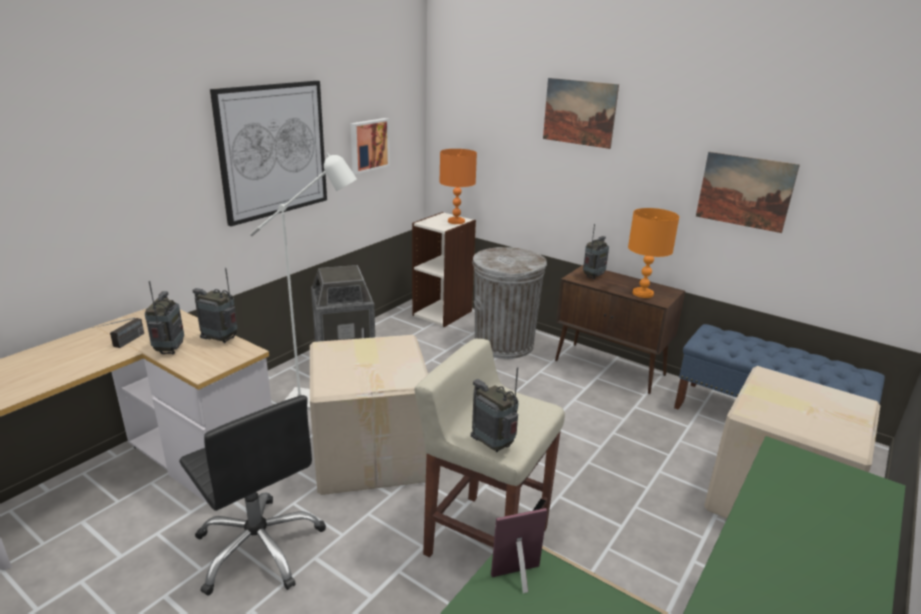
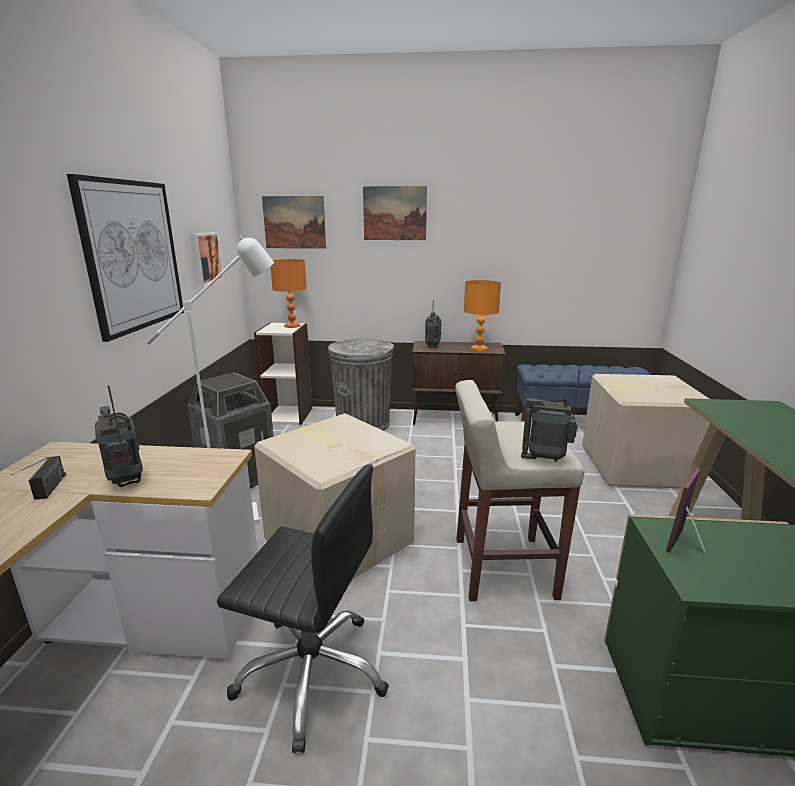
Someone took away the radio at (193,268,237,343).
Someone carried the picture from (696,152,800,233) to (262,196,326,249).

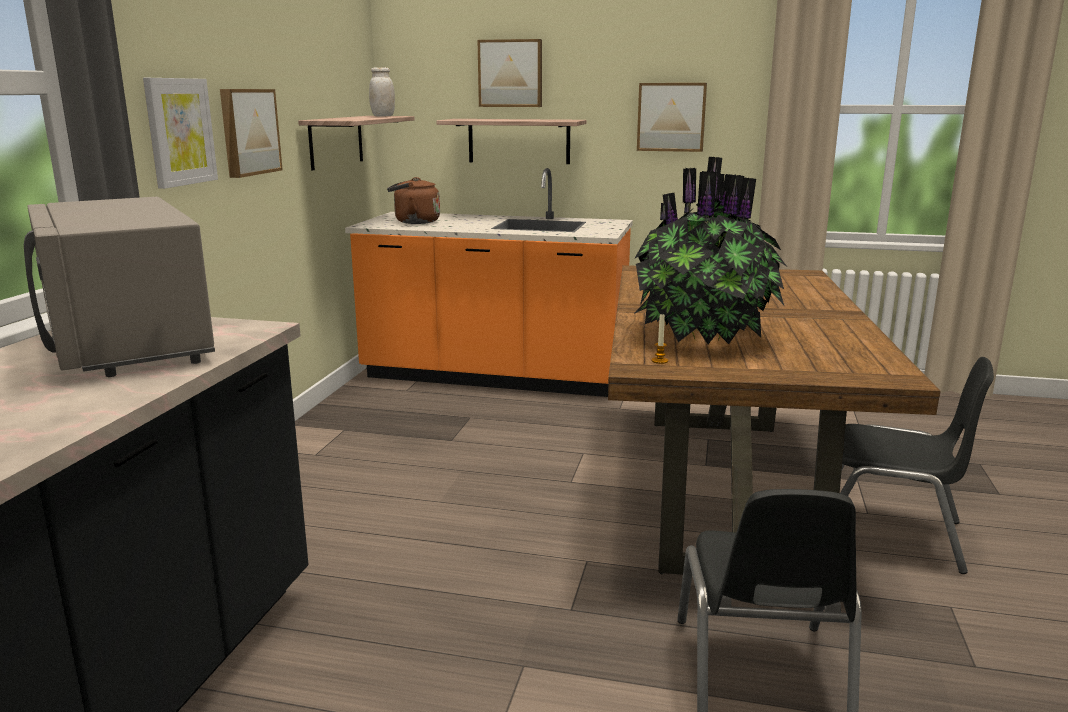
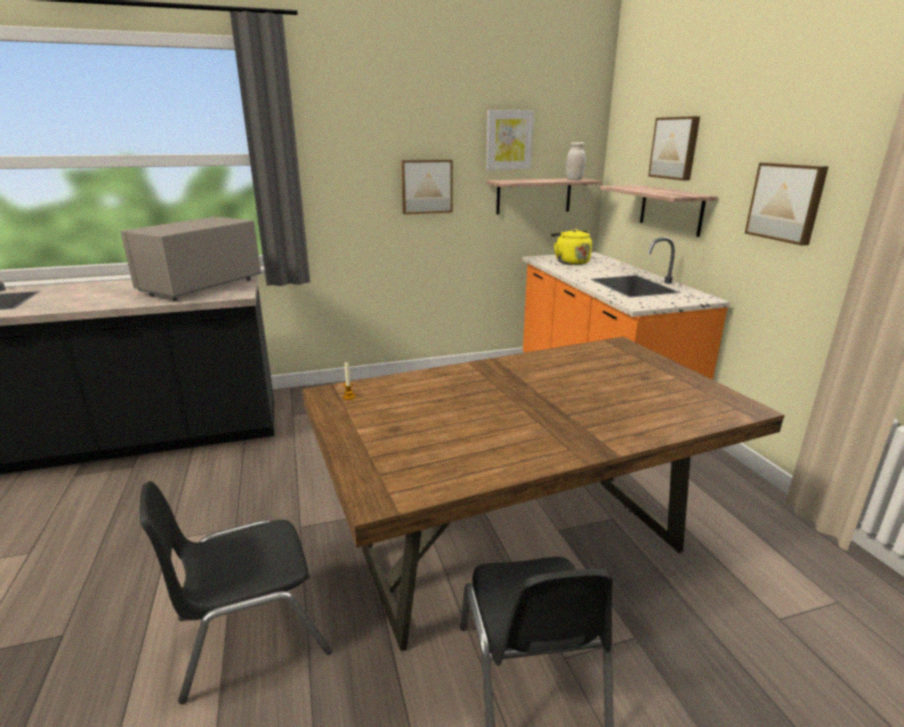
Someone took away the potted plant at (634,157,787,344).
Someone carried the picture from (143,78,218,189) to (486,110,534,170).
Someone repainted the kettle in brown at (387,177,440,224), which became the kettle in yellow at (551,229,592,265).

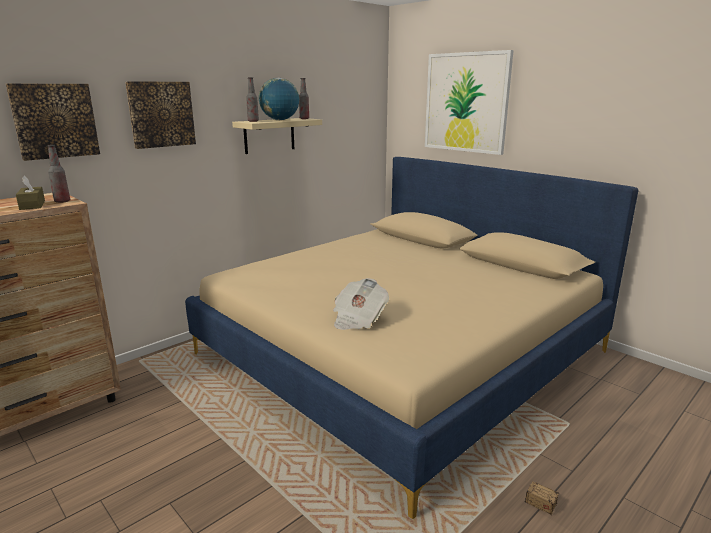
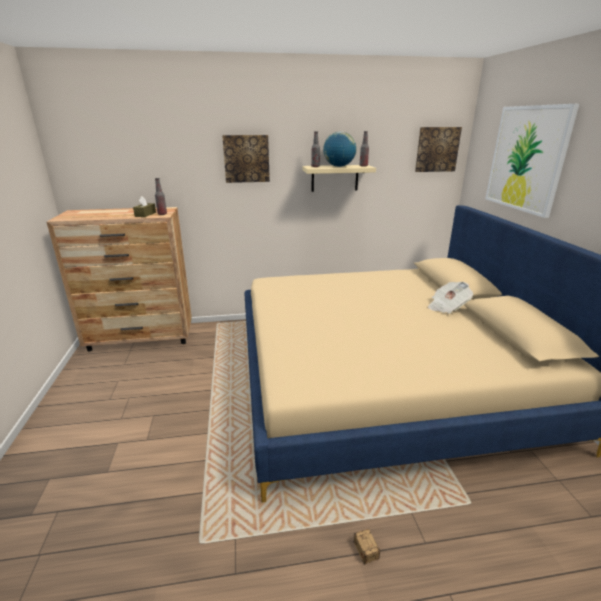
Someone carried the picture from (6,84,100,161) to (415,127,462,172).
Someone carried the newspaper from (333,278,389,330) to (428,282,473,314).

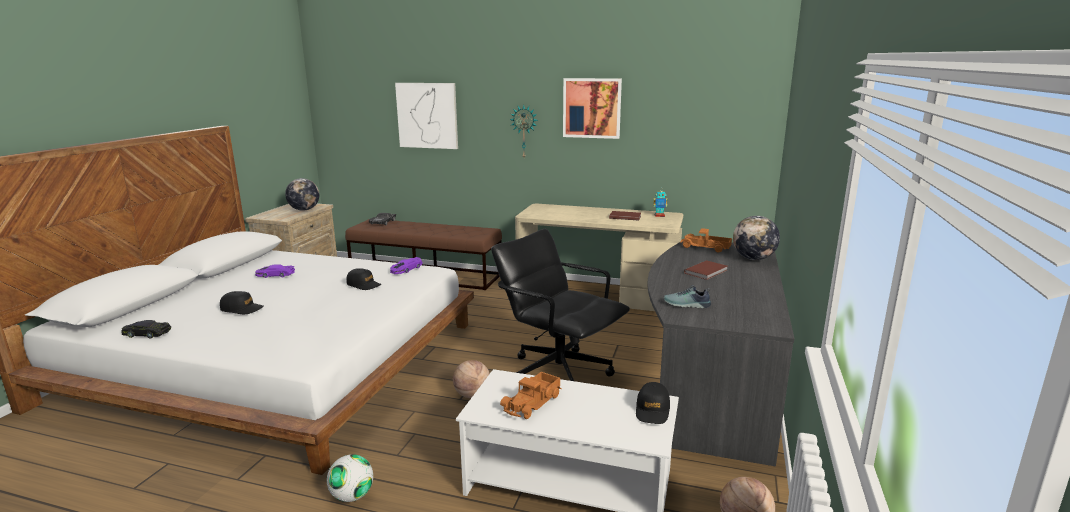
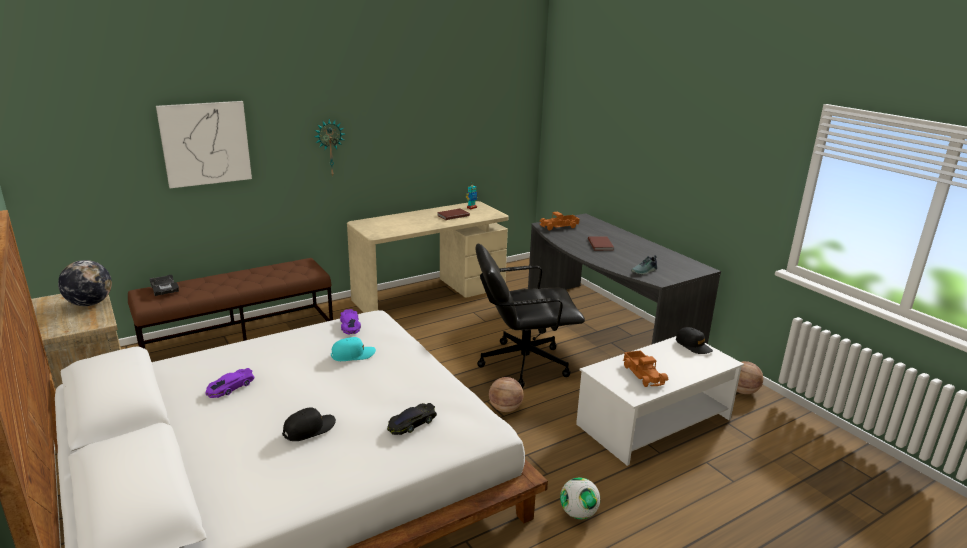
Someone took away the picture at (563,78,622,139).
Someone took away the globe at (733,216,780,260).
Someone carried the toy car in black from (122,320,171,339) to (387,403,437,435).
Someone repainted the cap in black at (346,268,381,290), which became the cap in turquoise at (331,337,376,361).

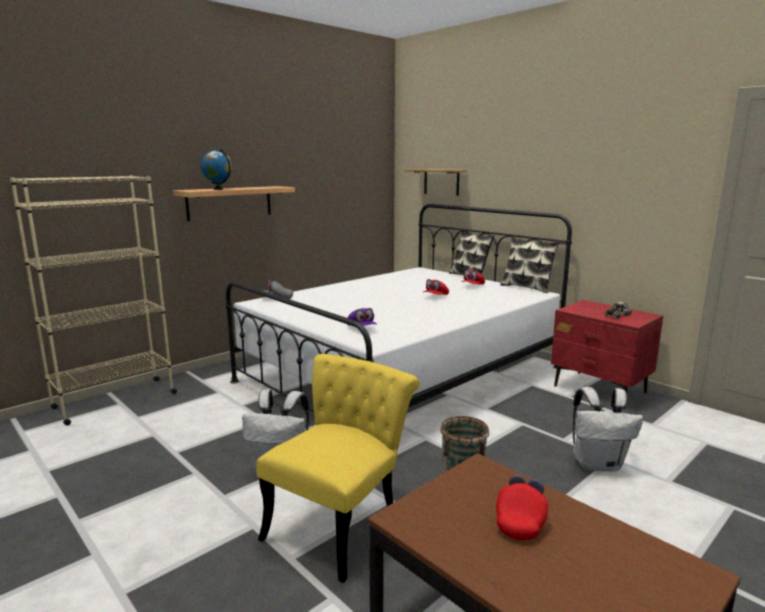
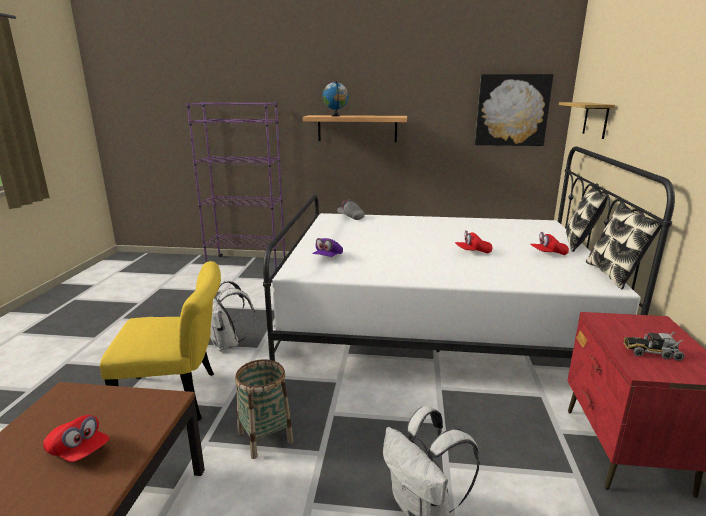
Someone put up the picture at (475,74,554,146).
Someone repainted the bookcase in beige at (10,175,177,426), which became the bookcase in purple at (186,102,287,270).
Someone rotated the cap in red at (496,475,548,540) by 45 degrees clockwise.

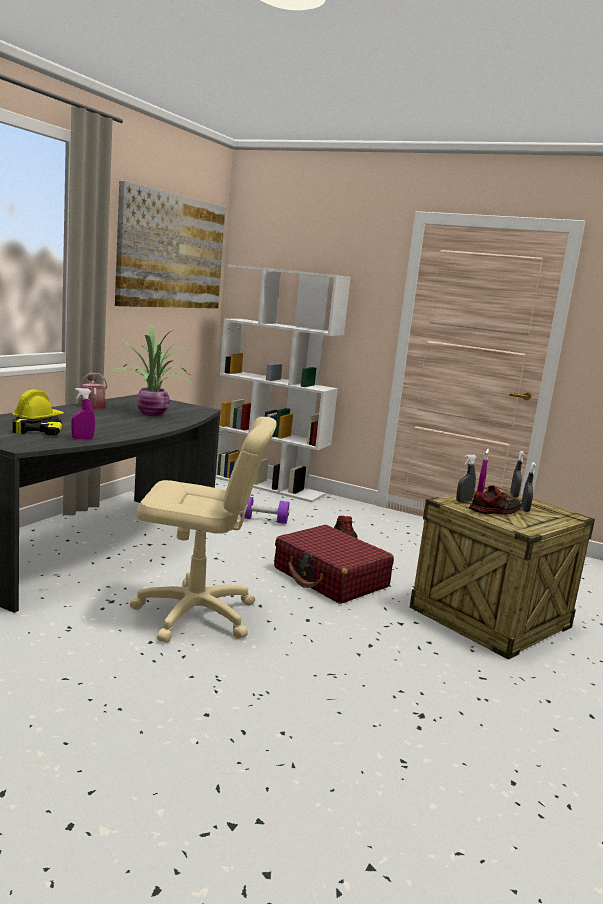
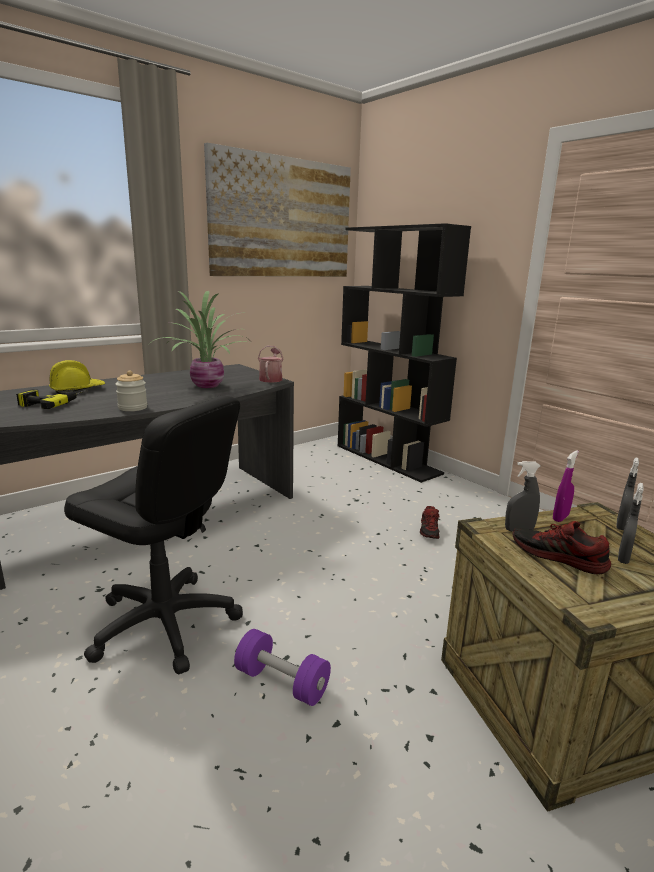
Someone took away the spray bottle in purple at (71,388,95,439).
Someone took away the suitcase in red at (274,525,394,604).
Someone put down the jar at (115,371,147,411).
Someone carried the watering can from (80,373,107,409) to (258,346,284,383).
Someone carried the dumbbell in purple from (240,497,289,524) to (234,629,331,706).
Someone repainted the office chair in beige at (130,417,277,643), which became the office chair in black at (64,396,243,675).
Someone repainted the bookcase in white at (216,265,351,503), which became the bookcase in black at (338,223,471,483).
Someone rotated the shoe at (469,485,521,515) by 150 degrees counterclockwise.

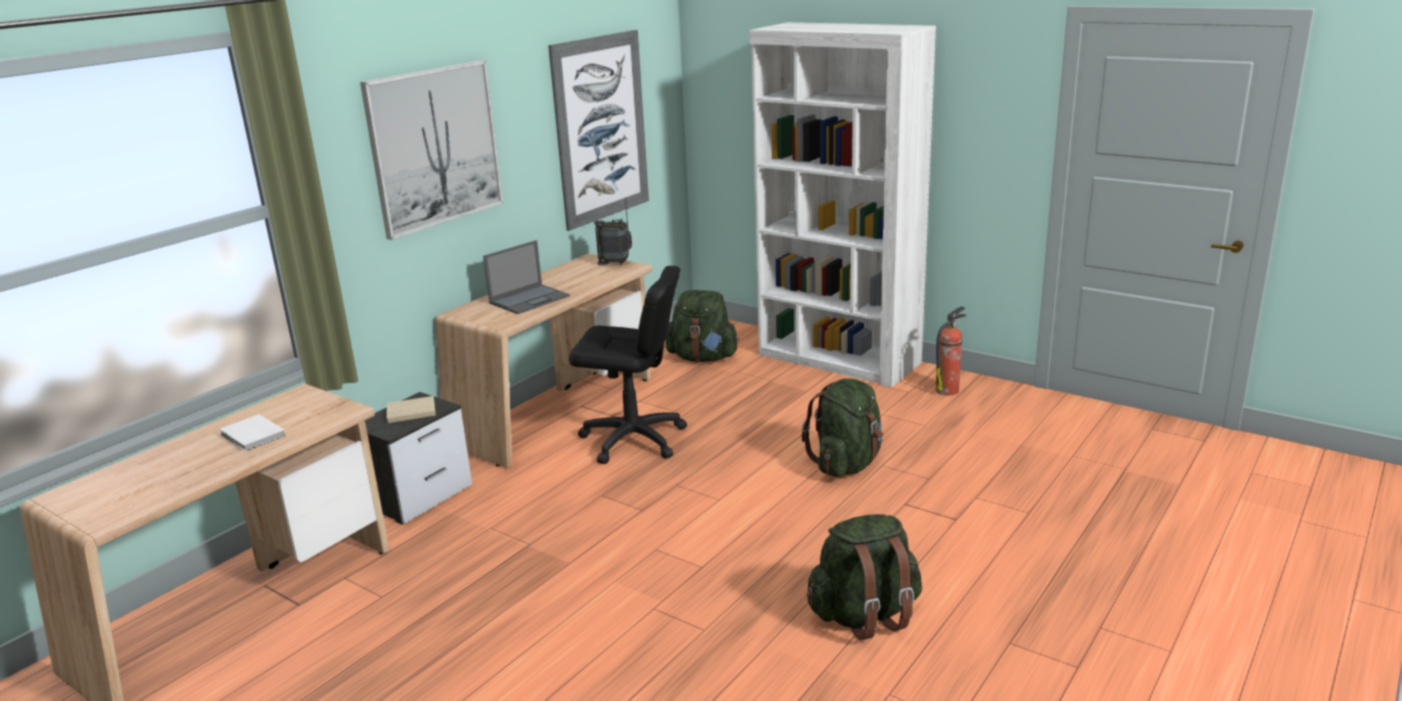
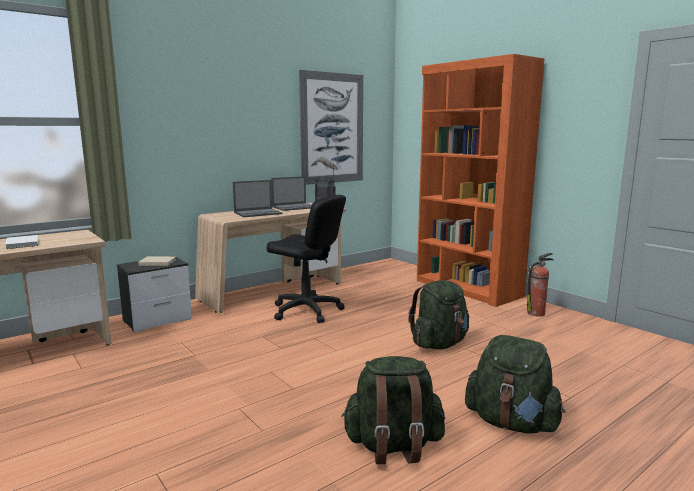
Someone took away the picture at (360,60,503,240).
Someone put down the laptop at (271,176,312,211).
Someone carried the backpack in green from (666,290,739,362) to (465,335,565,434).
Someone repainted the bookcase in white at (749,22,936,388), which became the bookcase in orange at (417,54,545,307).

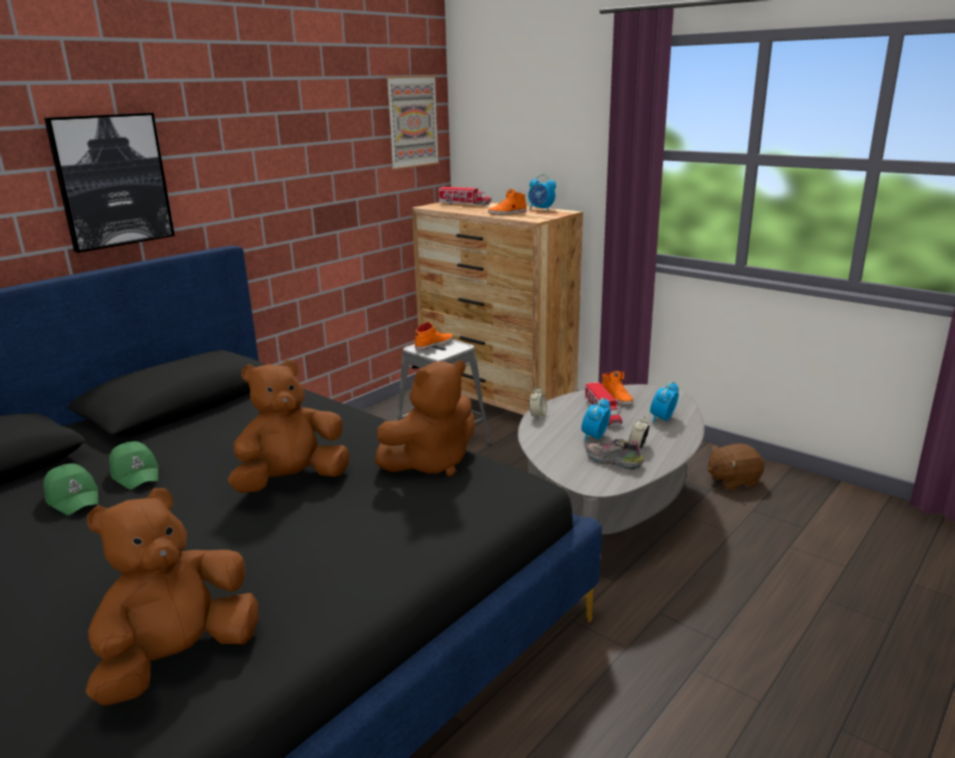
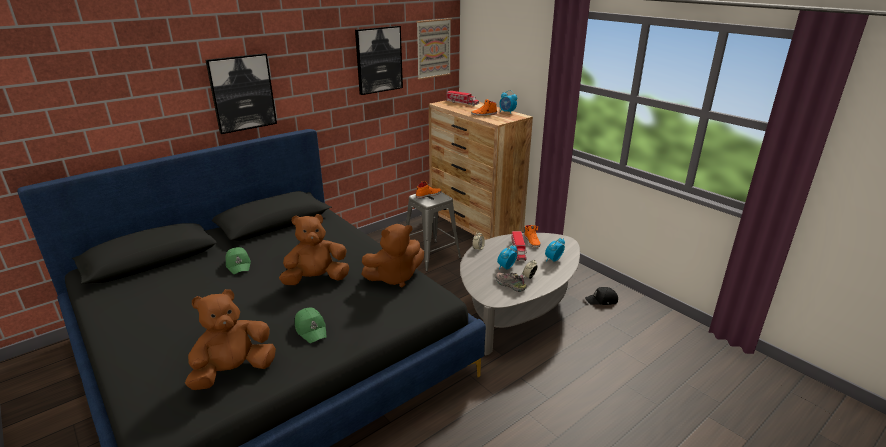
Someone put up the picture at (355,26,403,95).
Someone carried the cap in green from (43,463,98,515) to (295,308,326,343).
Someone swapped the plush toy in brown at (708,443,764,490) for the cap in black at (585,287,618,305).

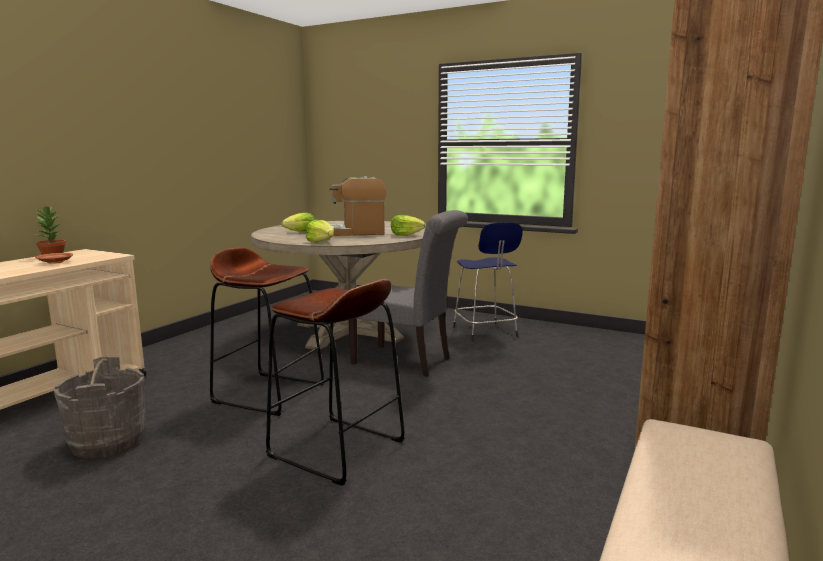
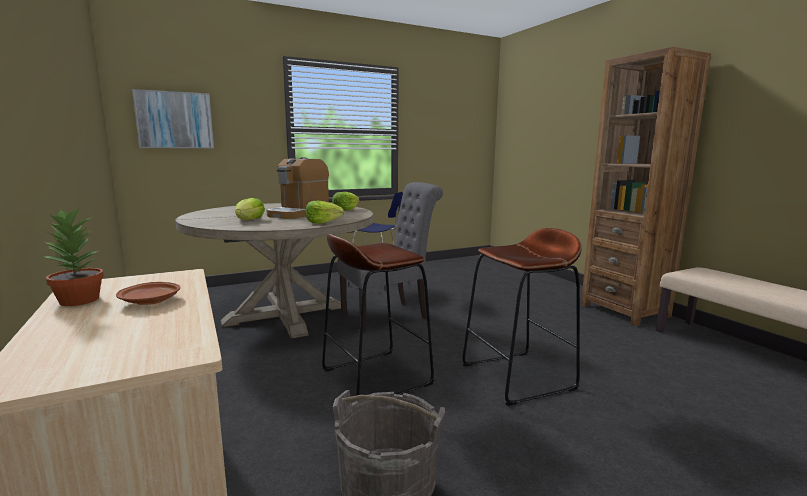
Someone put up the picture at (132,89,214,148).

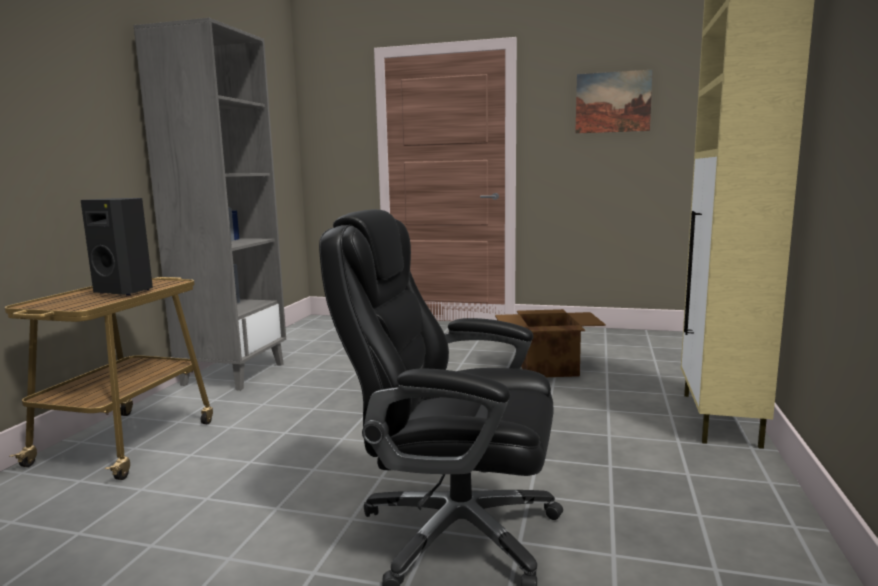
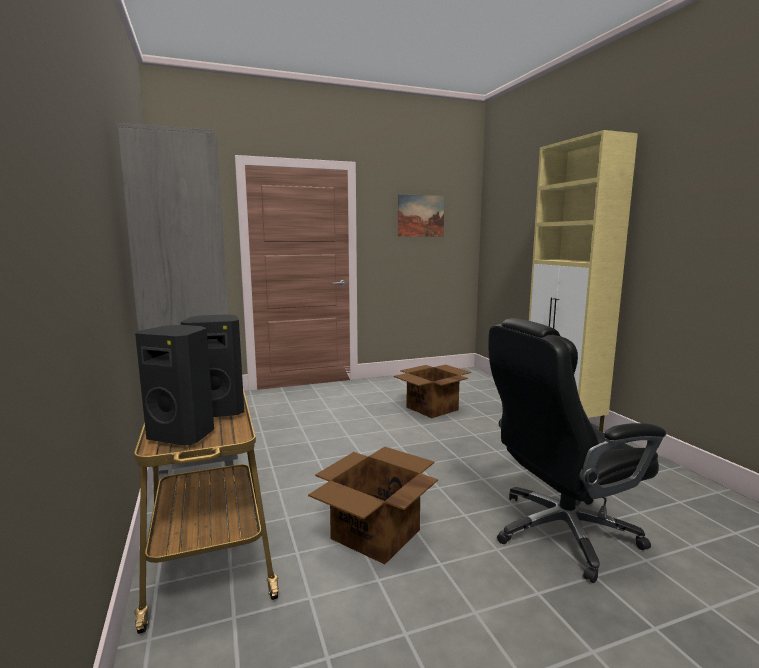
Someone put down the speaker in black at (135,325,214,446).
Someone put down the cardboard box at (308,446,438,565).

